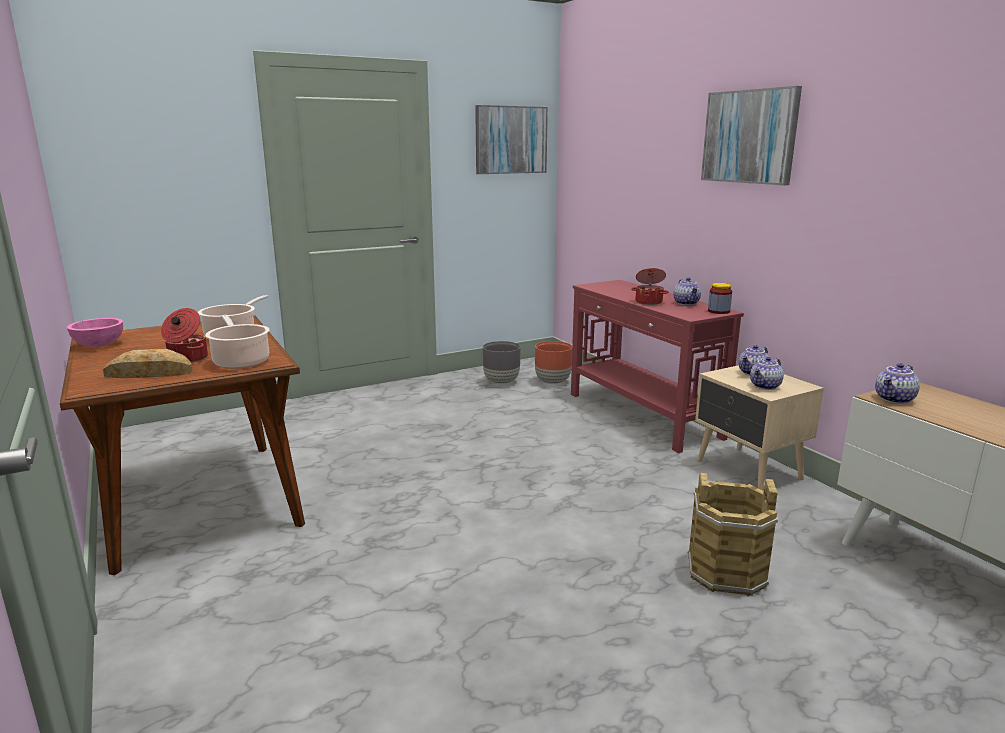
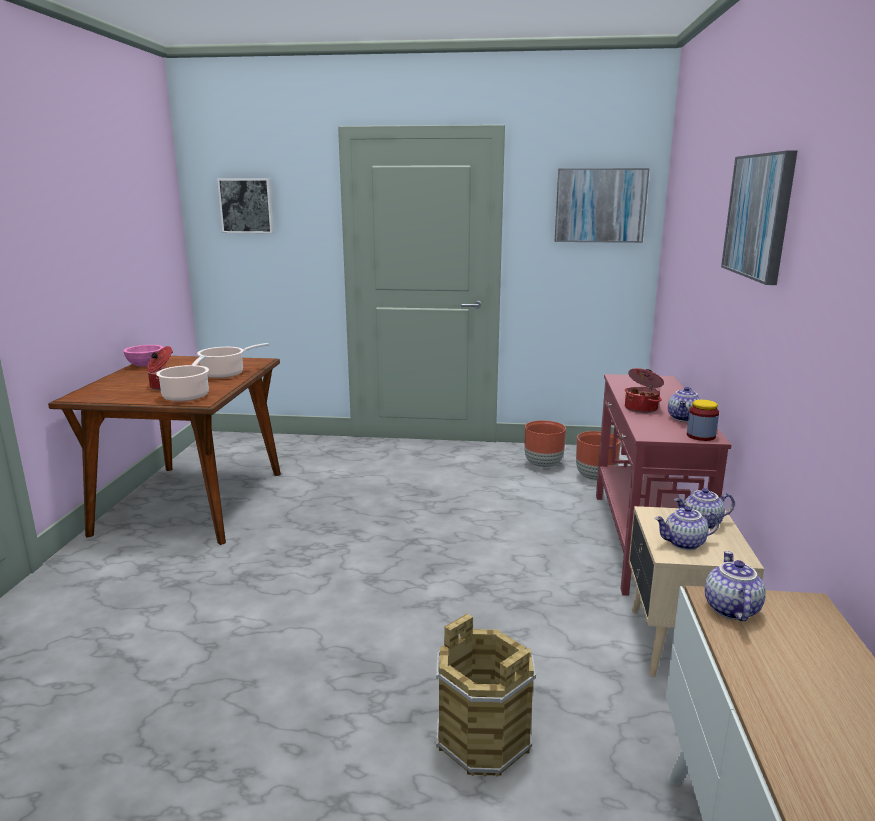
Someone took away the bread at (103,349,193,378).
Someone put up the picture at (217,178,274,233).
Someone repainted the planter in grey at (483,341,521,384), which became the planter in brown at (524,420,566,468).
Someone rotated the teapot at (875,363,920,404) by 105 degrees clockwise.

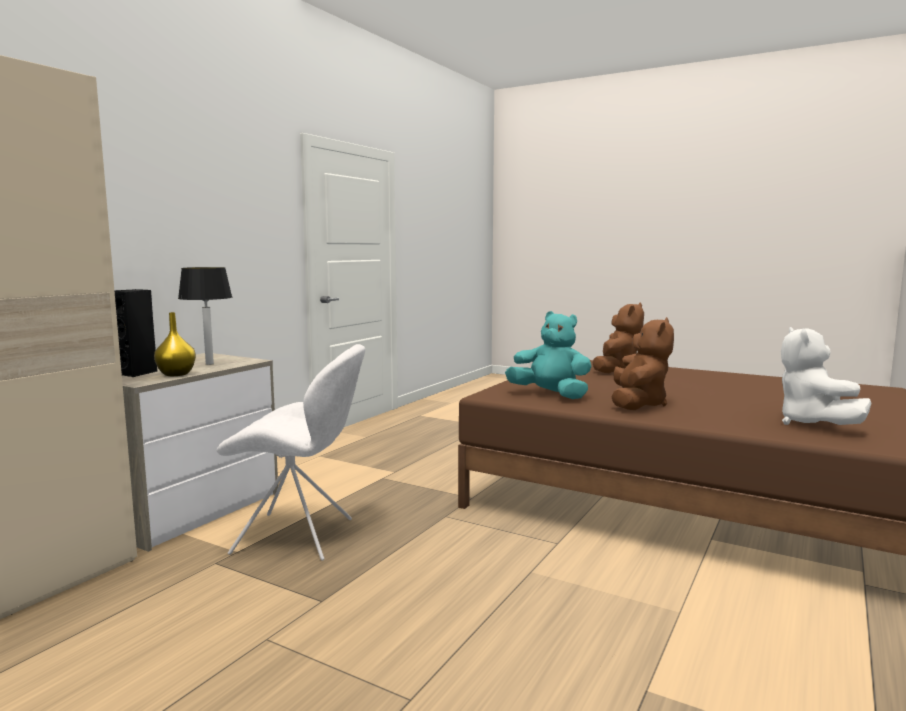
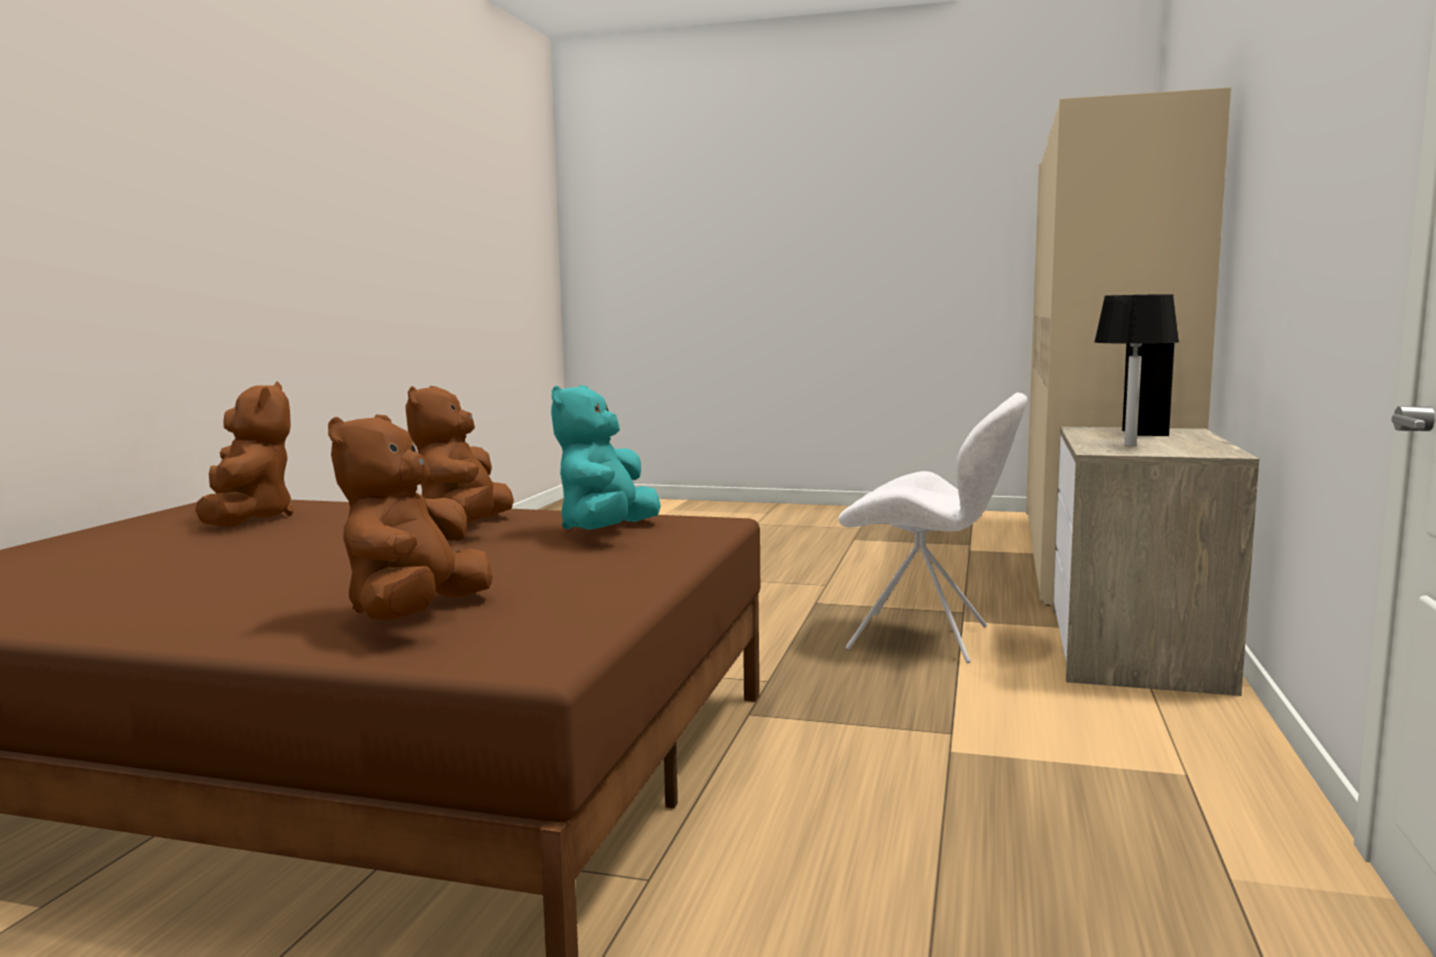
Someone took away the vase in yellow at (154,312,196,376).
Someone repainted the plush toy in white at (781,327,871,425), which became the plush toy in brown at (195,381,294,527).
Someone rotated the chair in white at (217,344,365,561) by 150 degrees counterclockwise.
Someone rotated the plush toy in turquoise at (505,311,592,399) by 90 degrees clockwise.

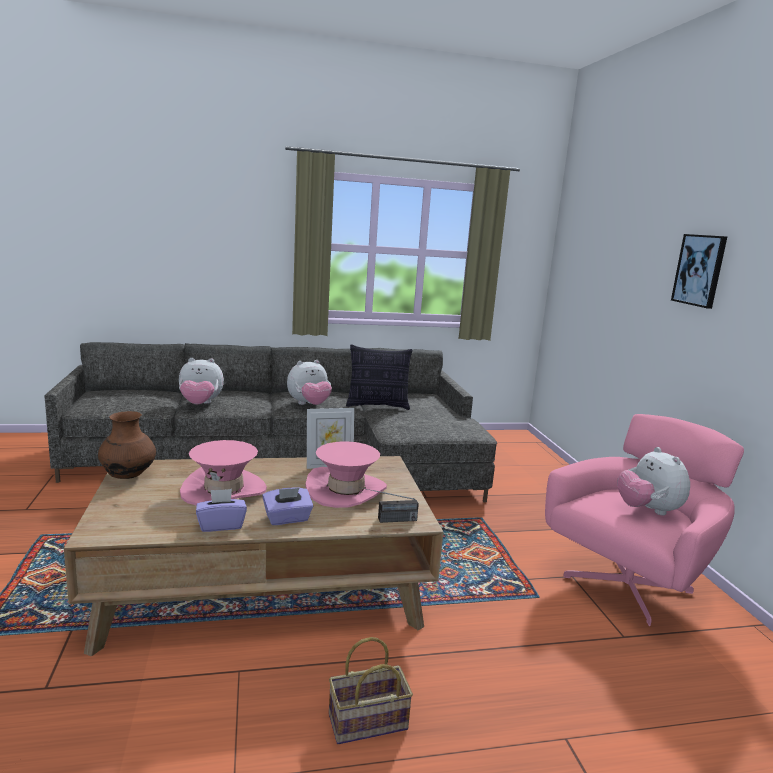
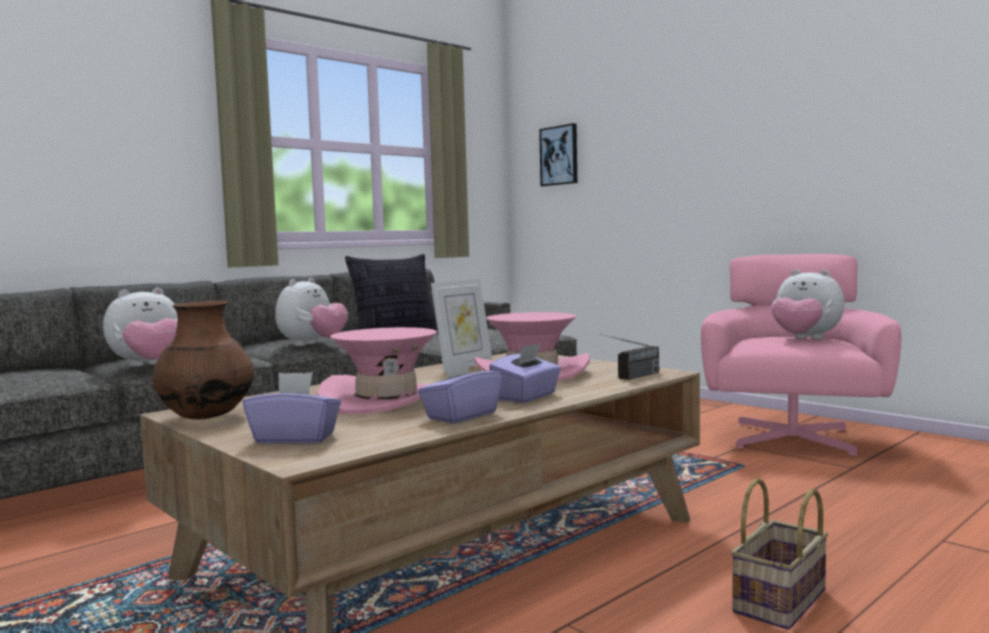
Someone put down the tissue box in purple at (243,372,341,444).
Someone carried the picture from (671,234,727,309) to (539,123,577,186).

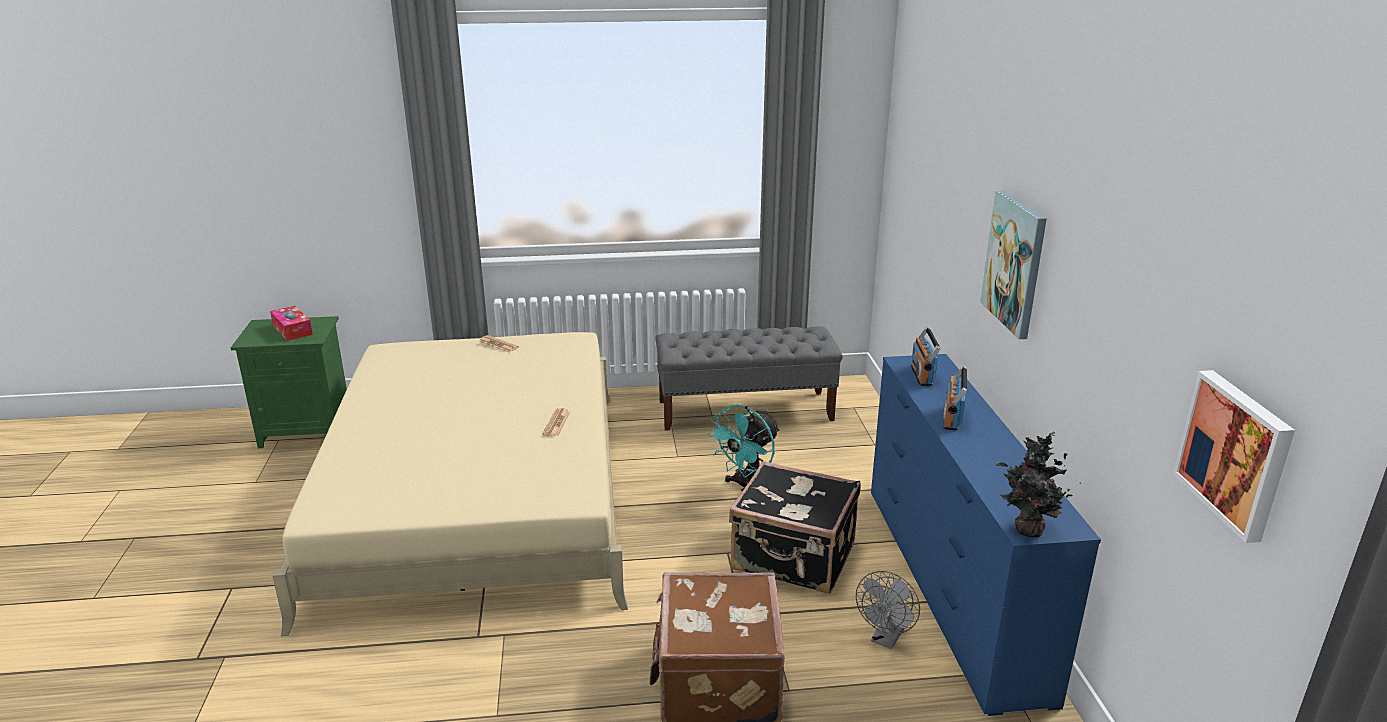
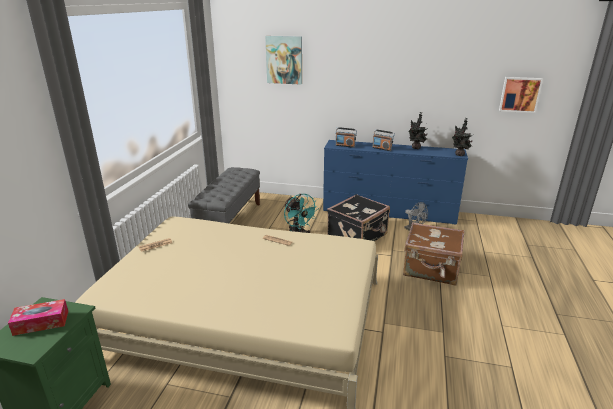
Someone put down the potted plant at (408,112,427,149).
Someone carried the picture from (980,190,1047,339) to (265,36,302,84).

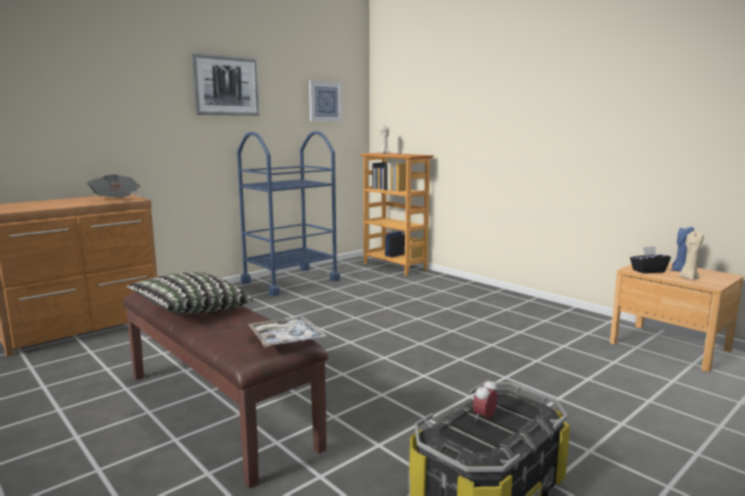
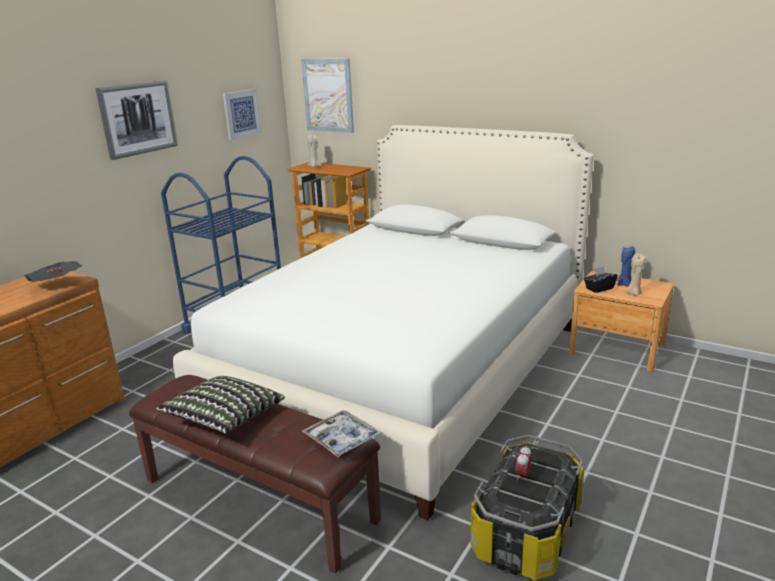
Someone put down the bed in white at (173,125,594,520).
Someone put up the picture at (301,59,354,133).

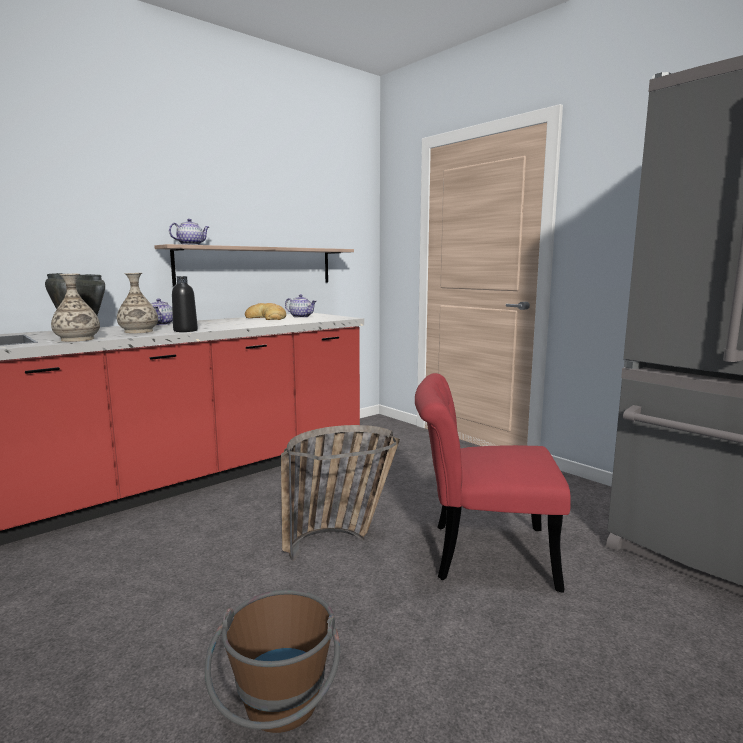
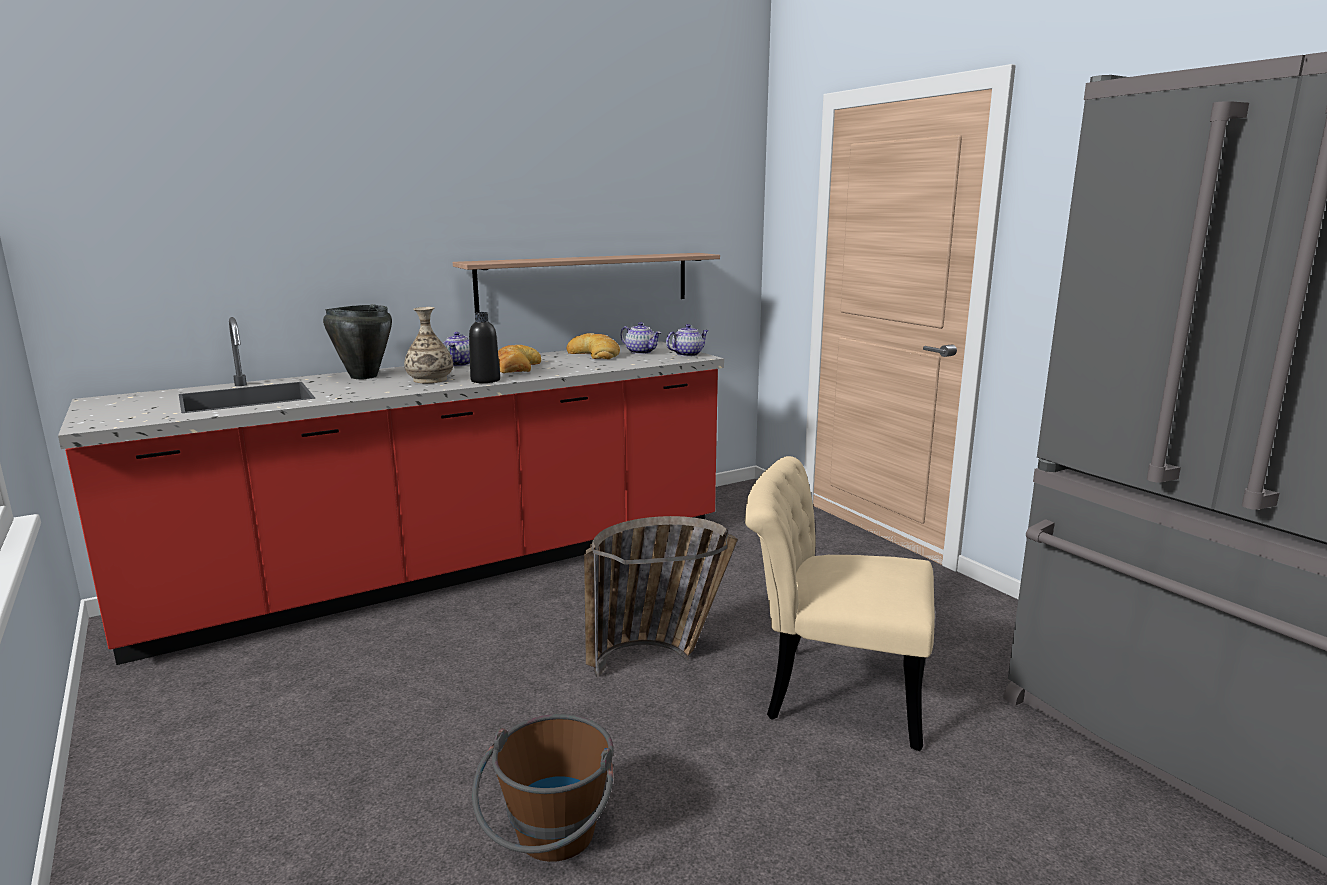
Someone took away the vase at (51,274,100,342).
Someone put down the bread at (498,345,541,373).
Someone carried the teapot from (169,219,209,245) to (666,324,709,357).
Someone repainted the chair in red at (415,373,571,593), which became the chair in beige at (745,456,935,751).

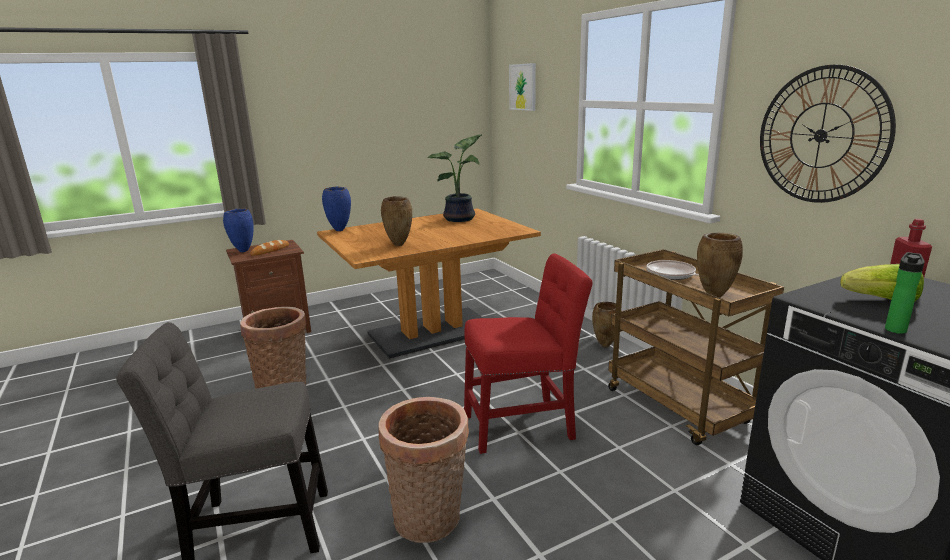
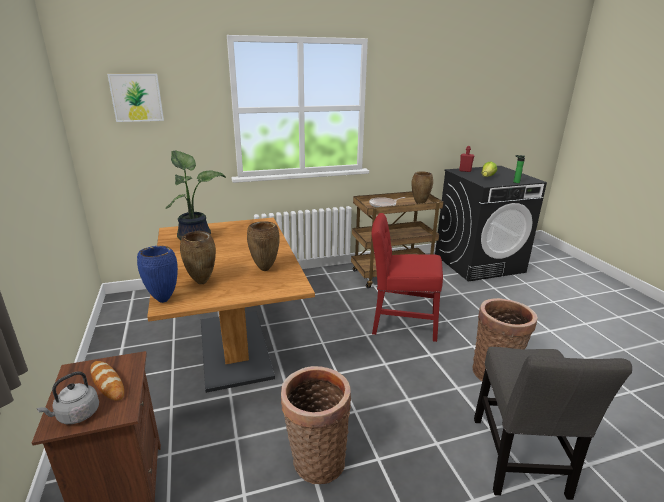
Someone took away the wall clock at (760,65,896,203).
Someone carried the vase in brown from (592,302,616,347) to (180,231,216,284).
Someone swapped the vase in blue at (223,208,254,252) for the kettle in grey at (37,371,99,424).
Someone rotated the chair in red at (464,253,593,454) by 75 degrees counterclockwise.

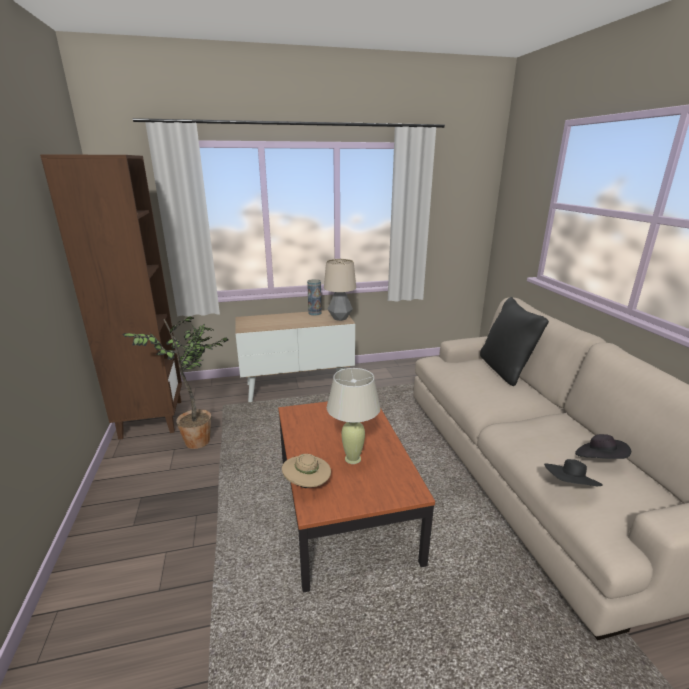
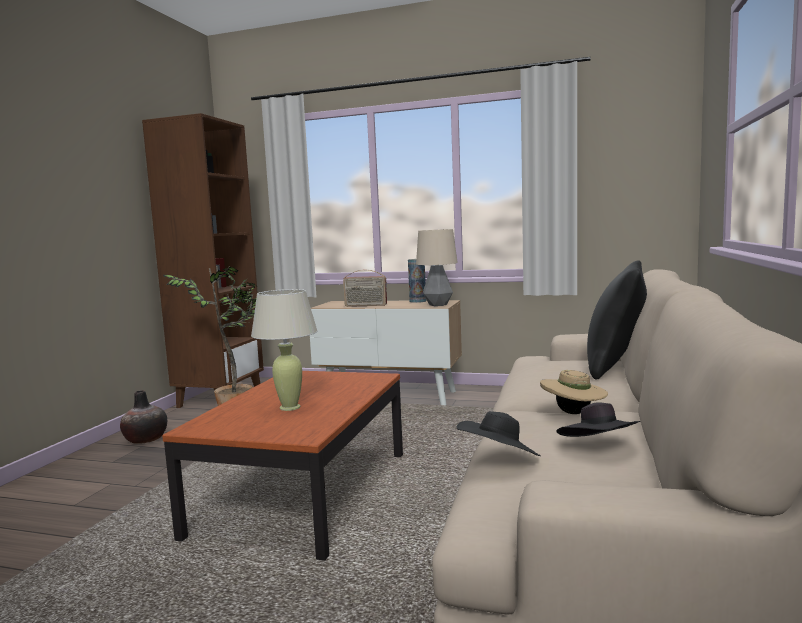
Someone put down the vase at (120,390,167,444).
Someone put down the radio at (343,270,387,307).
Someone carried the hat in beige from (282,454,331,488) to (540,370,608,414).

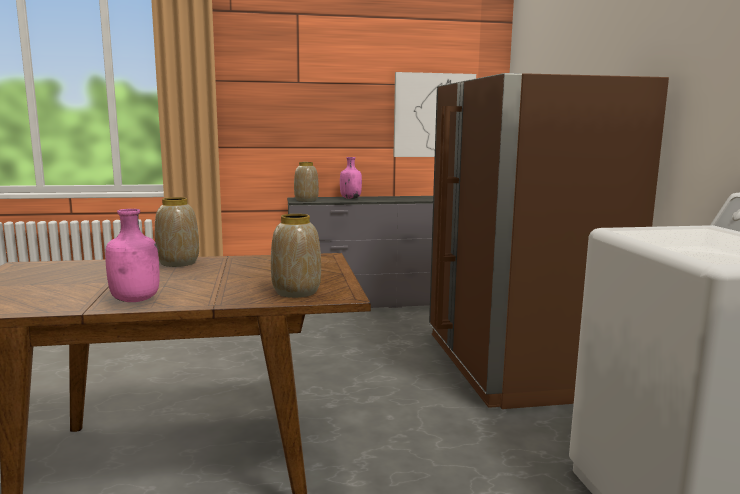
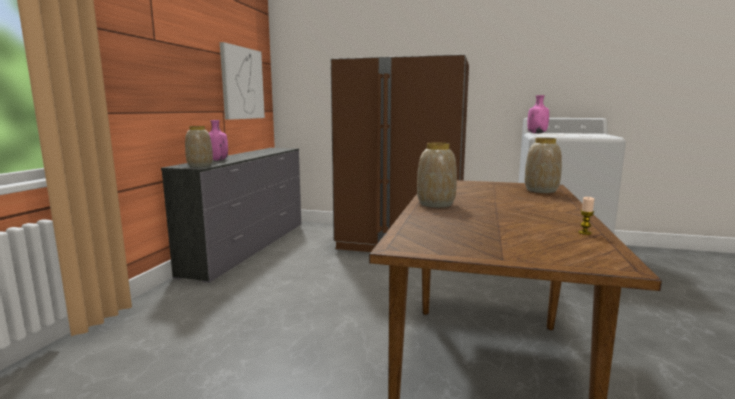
Someone put down the candle at (578,197,594,235).
Someone carried the bottle in pink from (105,209,159,302) to (527,95,549,134).

